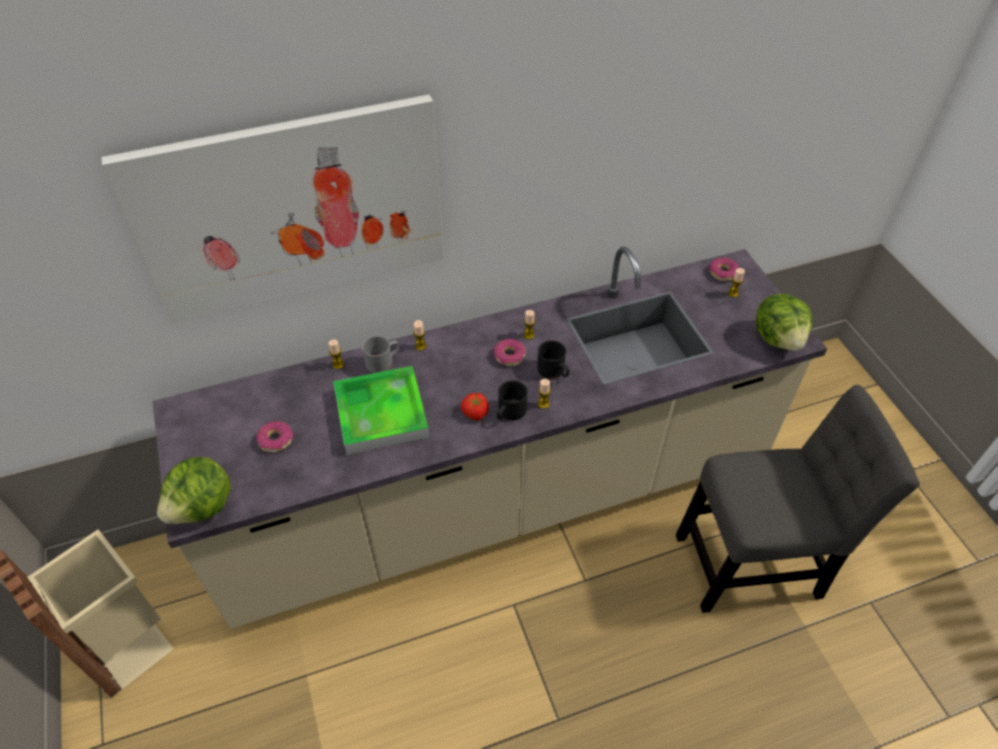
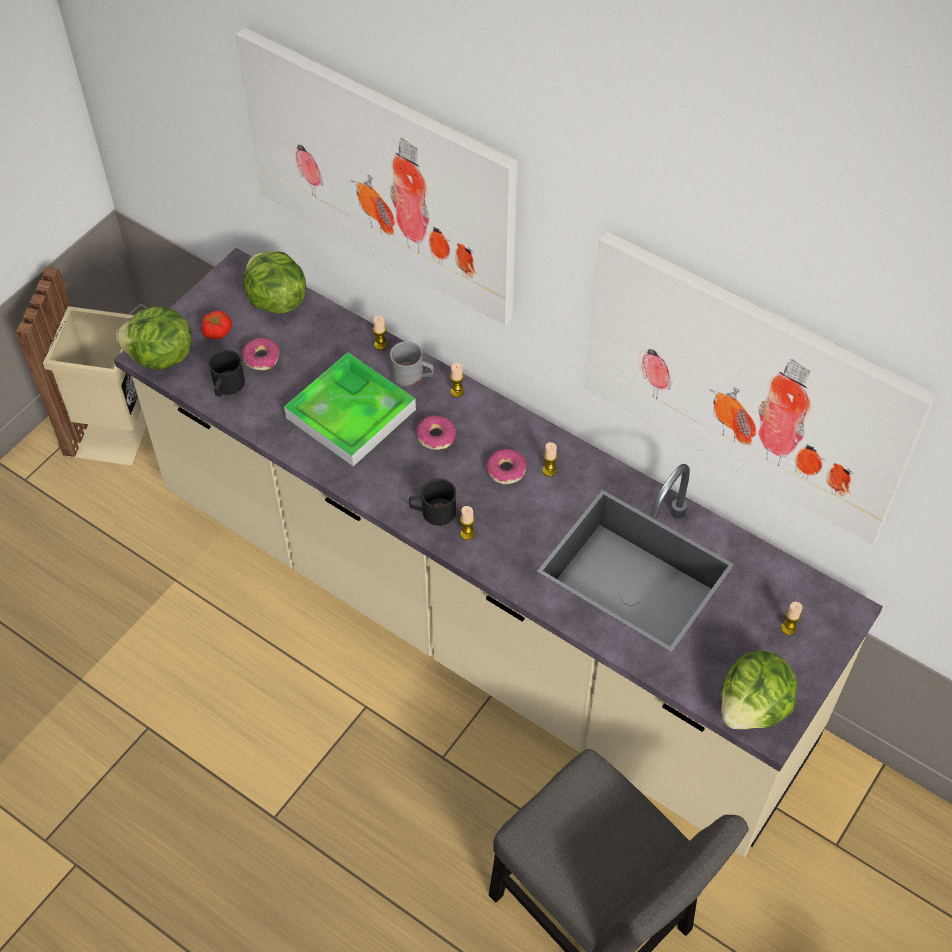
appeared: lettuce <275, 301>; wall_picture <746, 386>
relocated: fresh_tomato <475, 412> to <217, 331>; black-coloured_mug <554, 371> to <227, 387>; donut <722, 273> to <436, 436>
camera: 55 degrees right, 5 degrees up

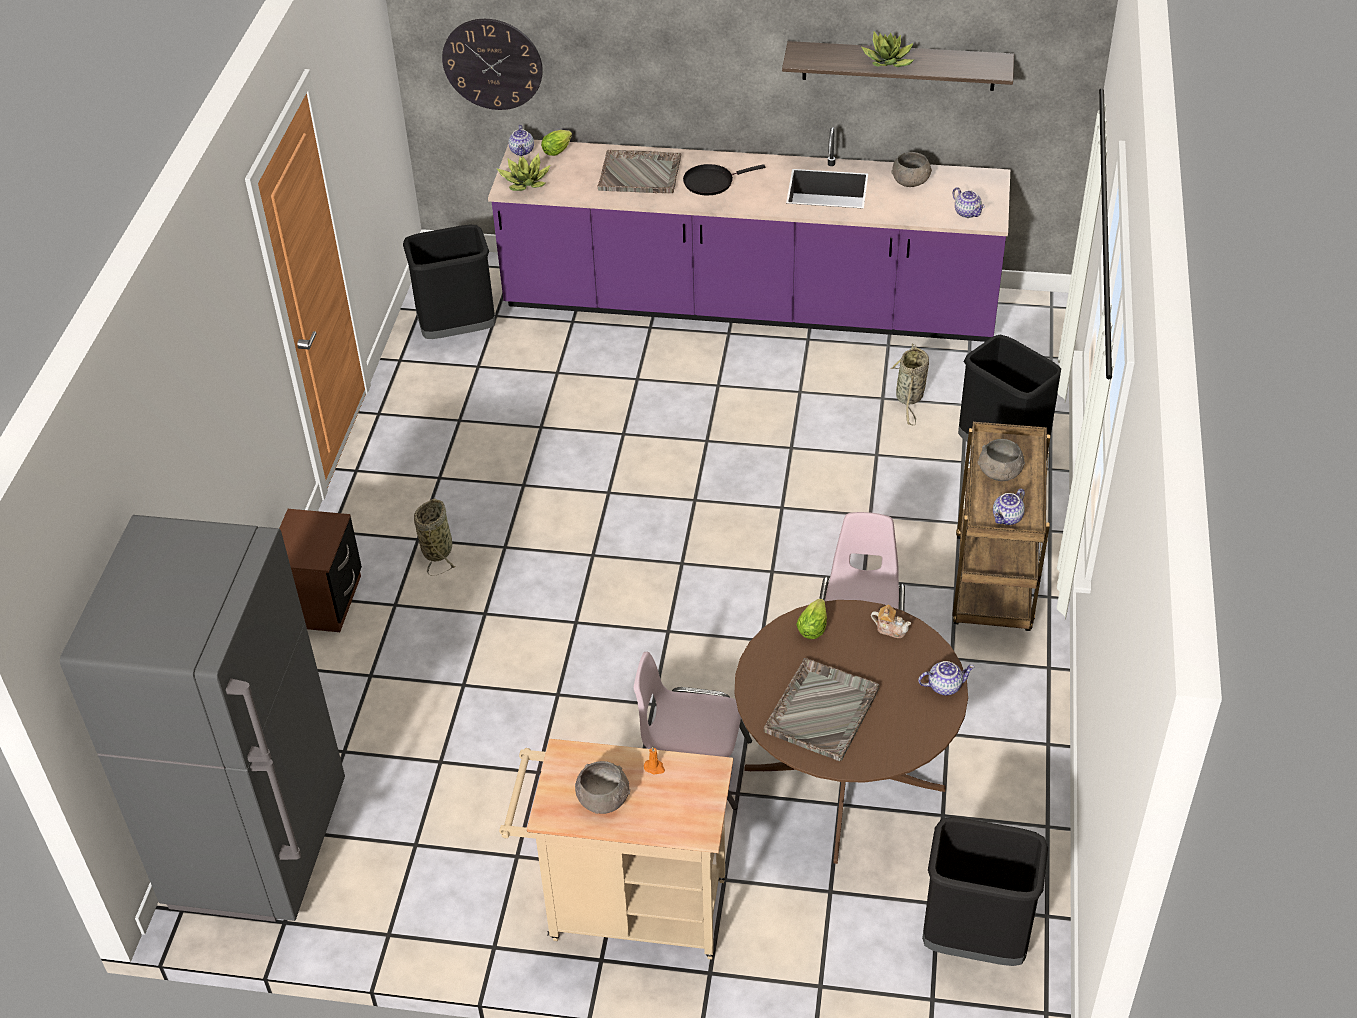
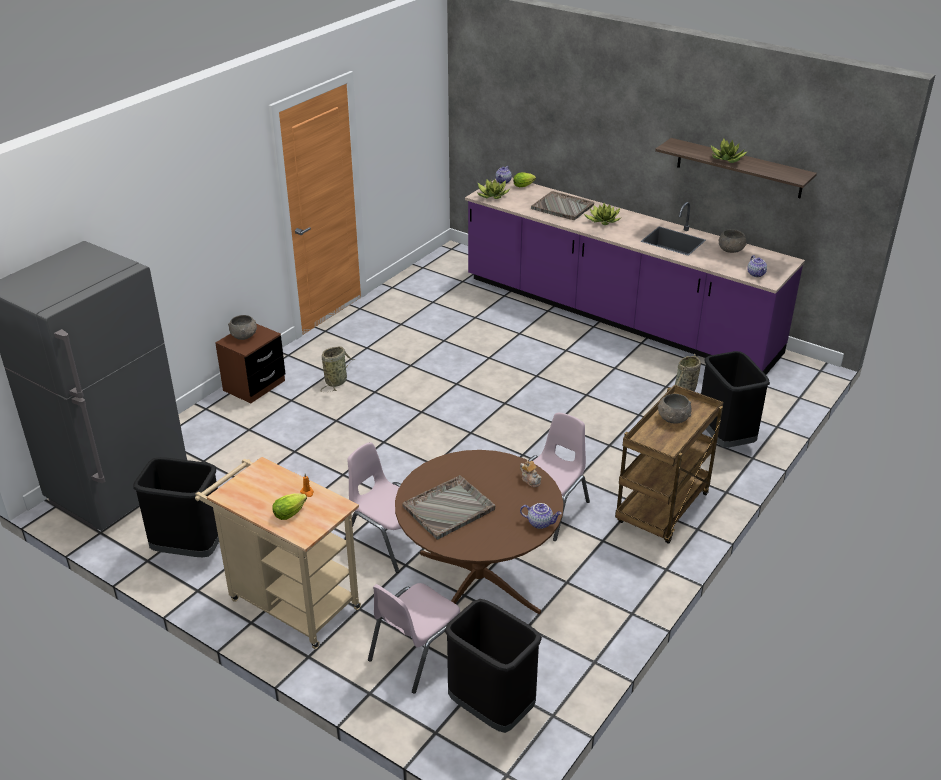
missing: wall_clock <492, 64>; teapot <1007, 518>
appeared: pinkish_chair <418, 653>
relocated: black-coloured_rubbish_bin <457, 331> to <189, 549>; grey_deep_dish <603, 799> to <244, 335>; lettuce <813, 626> to <291, 513>
exchanged: black-coloured_pan <711, 182> to houseplant <602, 220>
camera: 25 degrees right, 10 degrees down

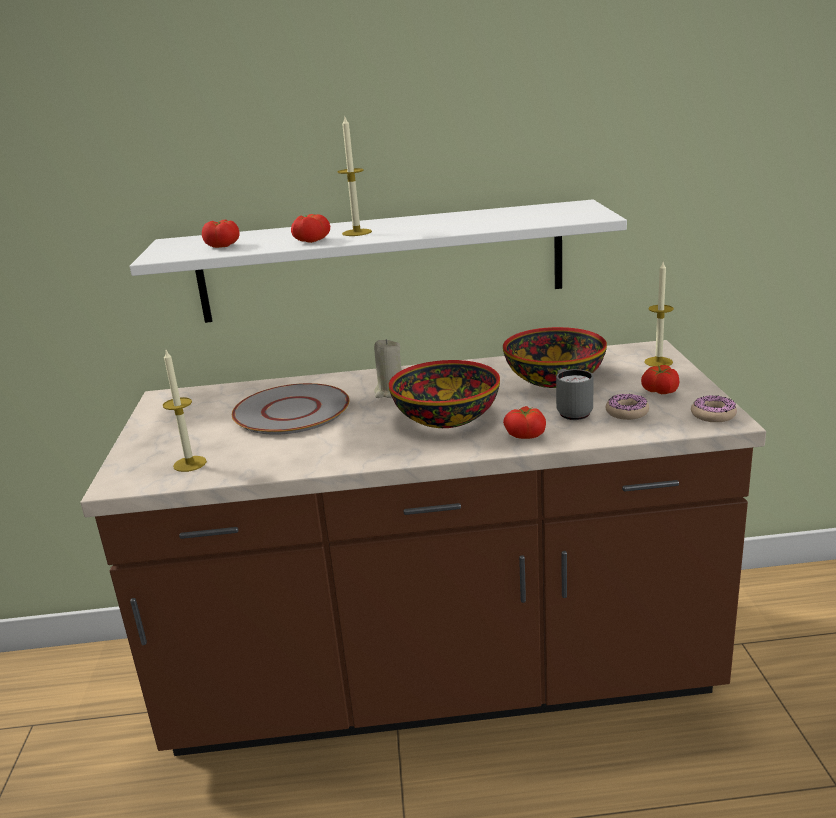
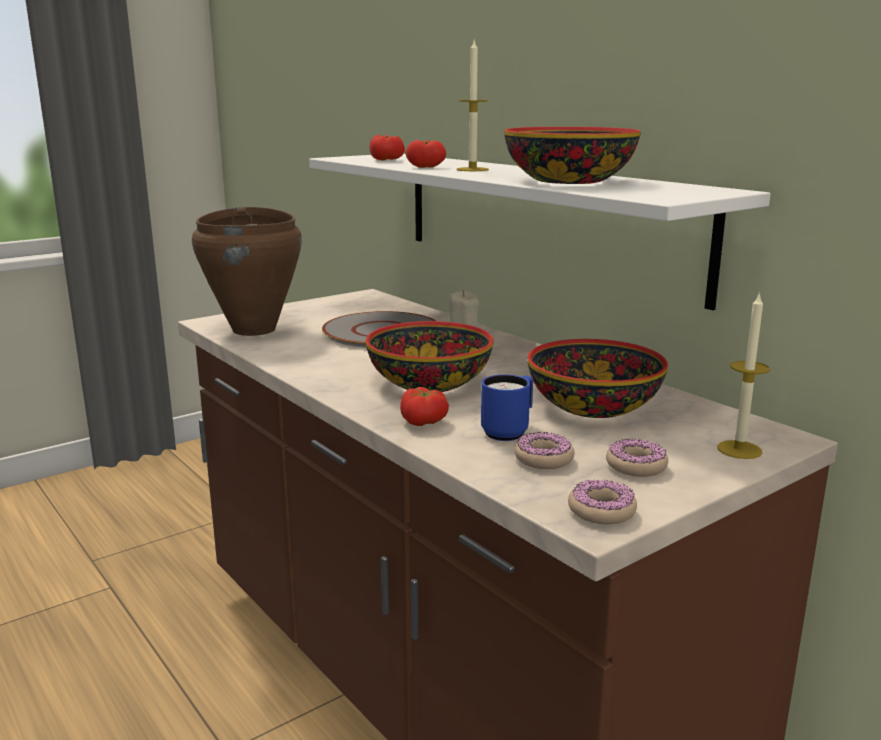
appeared: deep_dish <570, 181>
exchanged: wax_candle <190, 464> to brown-coloured_saucepot <255, 329>; fresh_tomato <659, 391> to donut <636, 466>
colour: grey_mug <571, 412> to bluish_mug <509, 431>
camera: 55 degrees right, 5 degrees down

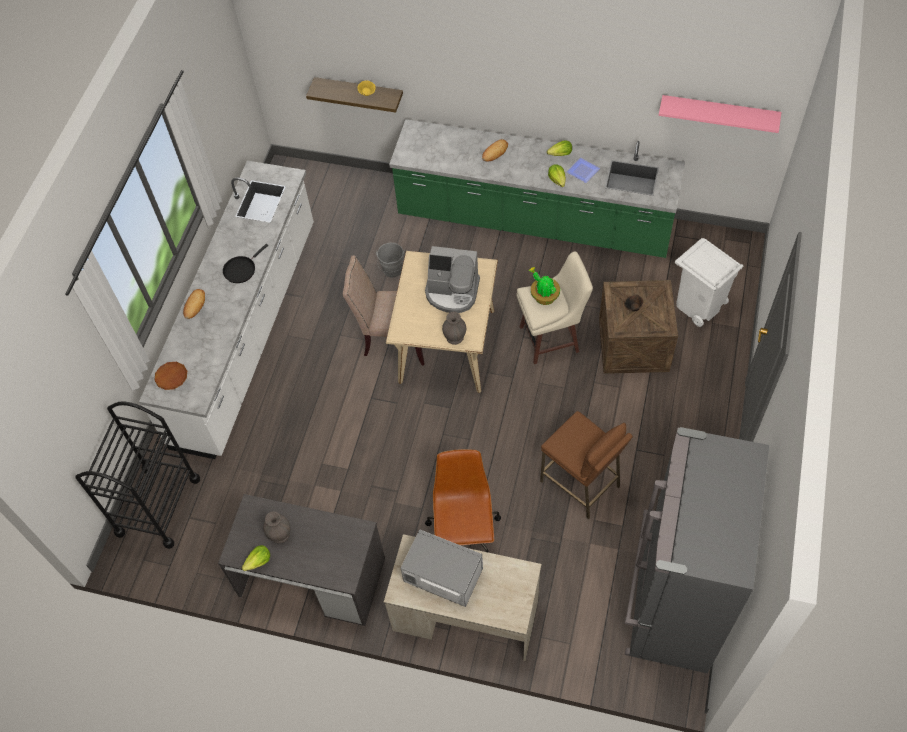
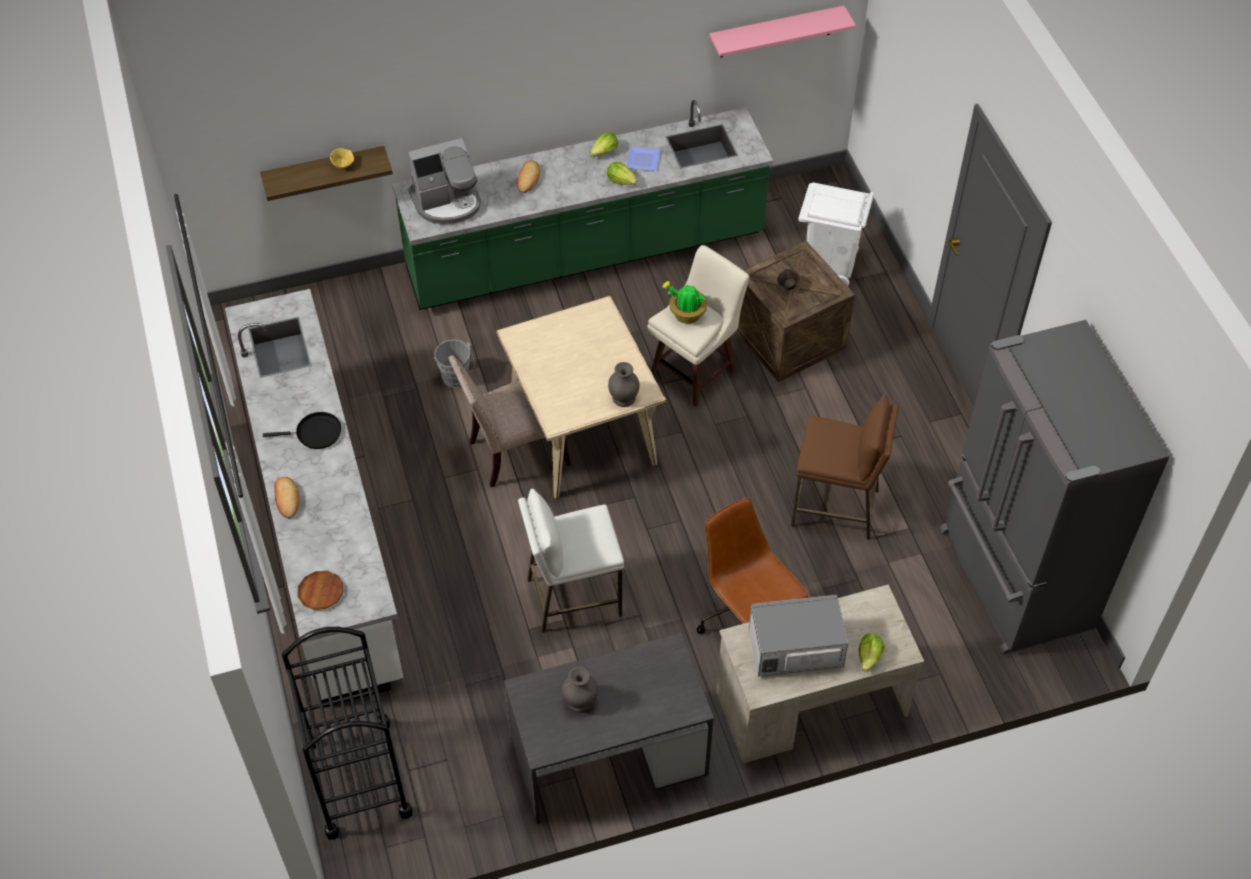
appeared: white_sitting_stool <573, 597>
relocated: coffee_brewer <452, 292> to <447, 202>; lettuce <258, 562> to <869, 657>
spun: black-coloured_pan <241, 269> = <315, 433> 105 degrees counterclockwise
camera: 35 degrees left, 5 degrees down

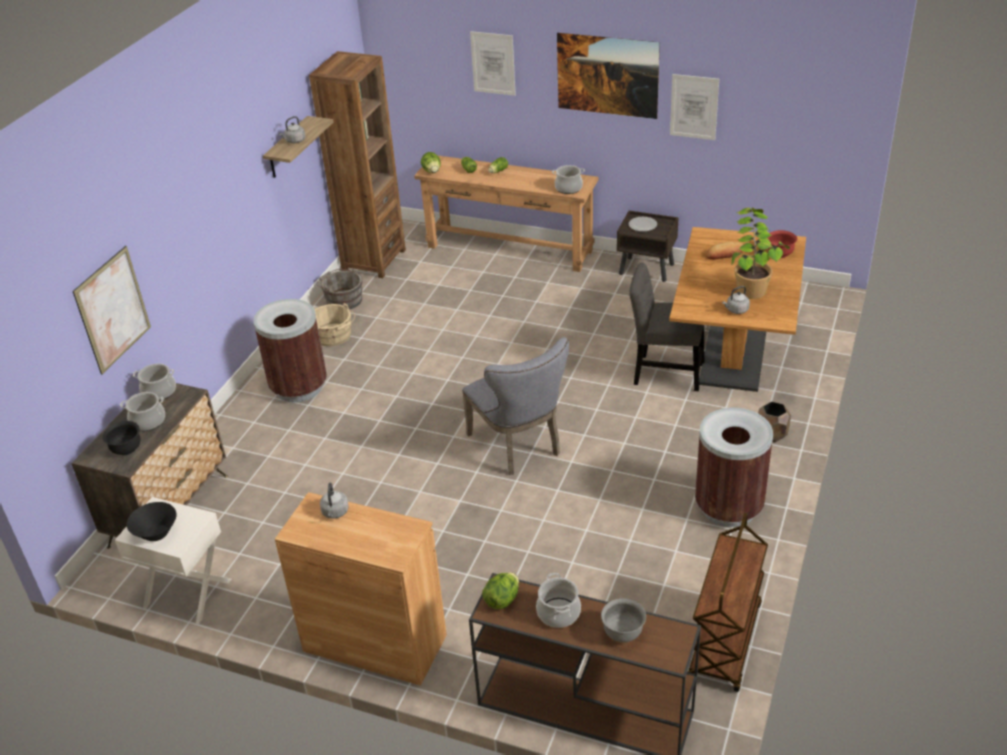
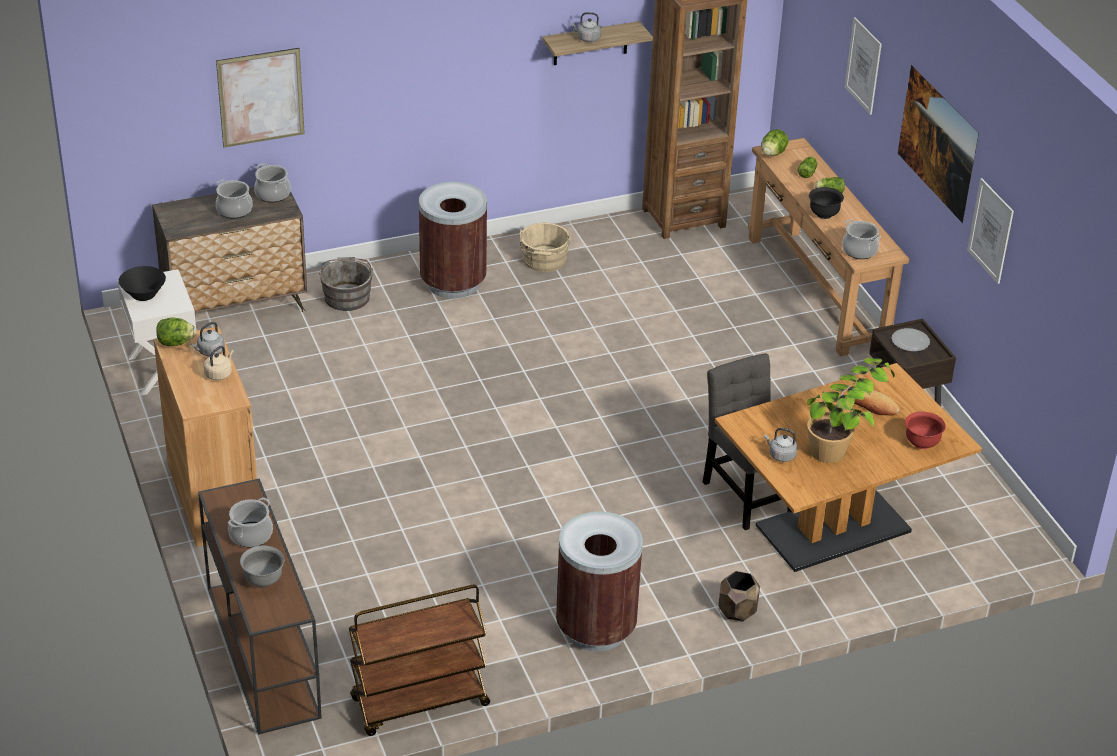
missing: grey_chair <519, 446>
appeared: beige_water_kettle <219, 374>
relocated: lettuce <502, 600> to <175, 343>; grey_bucket <342, 300> to <347, 296>; black-coloured_deep_dish <126, 449> to <823, 214>
camera: 45 degrees right, 0 degrees up

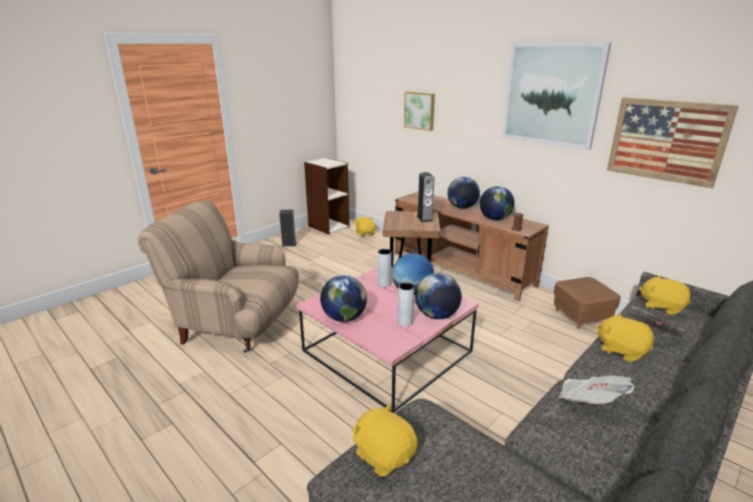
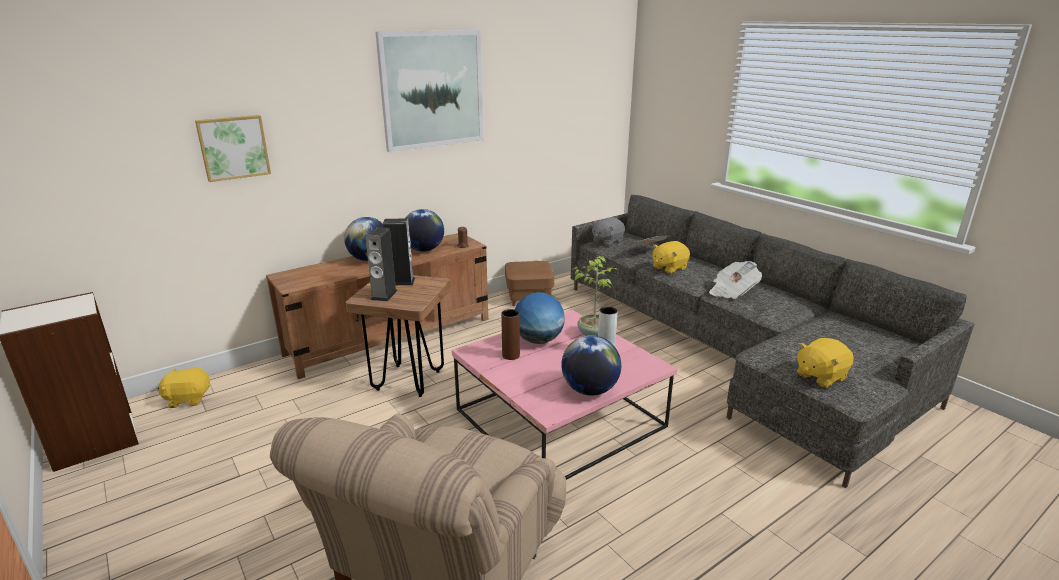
missing: wall_picture <666, 141>
relocated: loudspeaker <289, 244> to <384, 295>
exchanged: desk_globe <437, 315> to houseplant <593, 333>
colour: grey_vase <384, 284> to brown-coloured_vase <511, 355>; yellowish_soft_toy <661, 306> to grey_soft_toy <607, 242>
camera: 80 degrees left, 0 degrees up

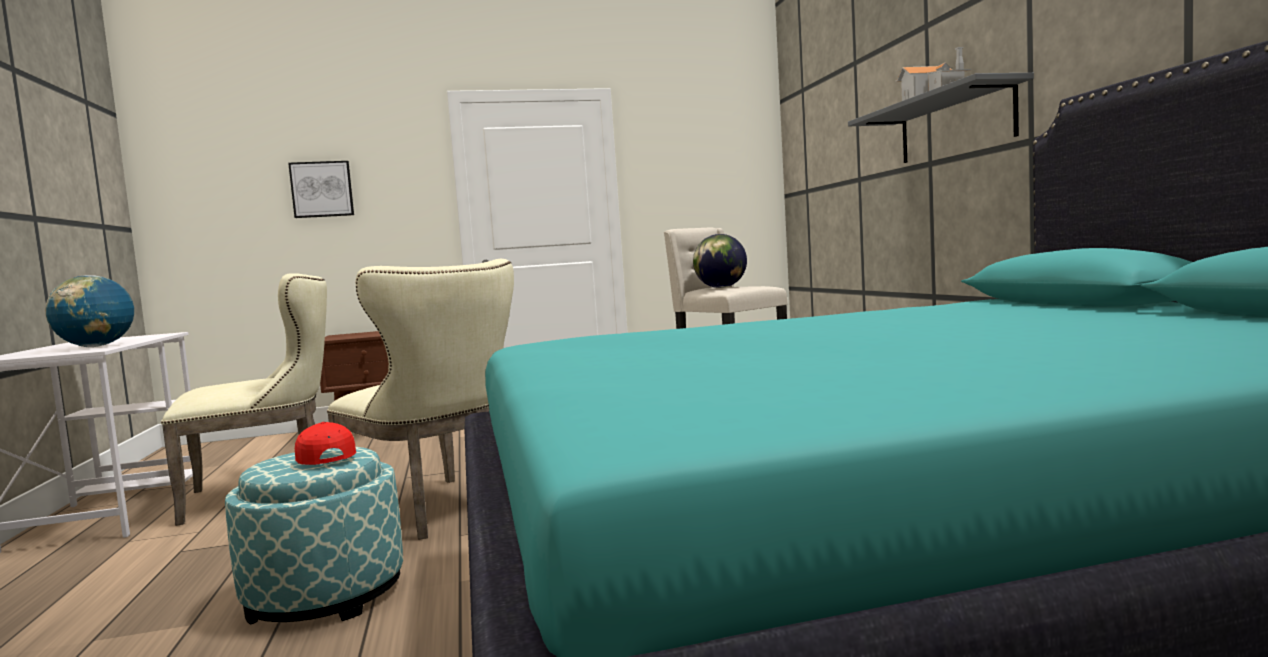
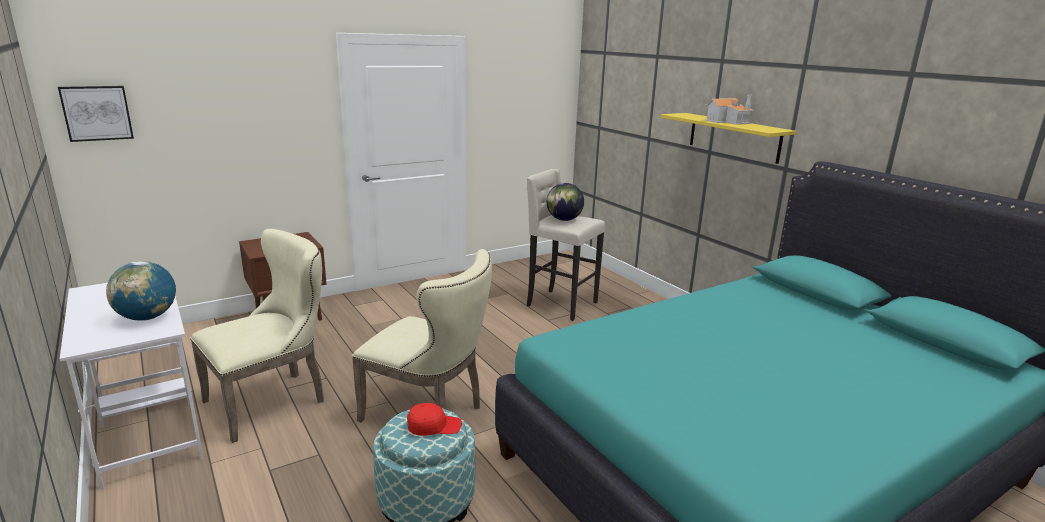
relocated: wall_picture <322, 189> to <97, 113>
colour: grey_shelf <954, 125> to yellowish_shelf <733, 137>
spun: red-coloured_peaked_cap <323, 458> = <434, 426> 135 degrees clockwise
camera: 20 degrees left, 15 degrees up

